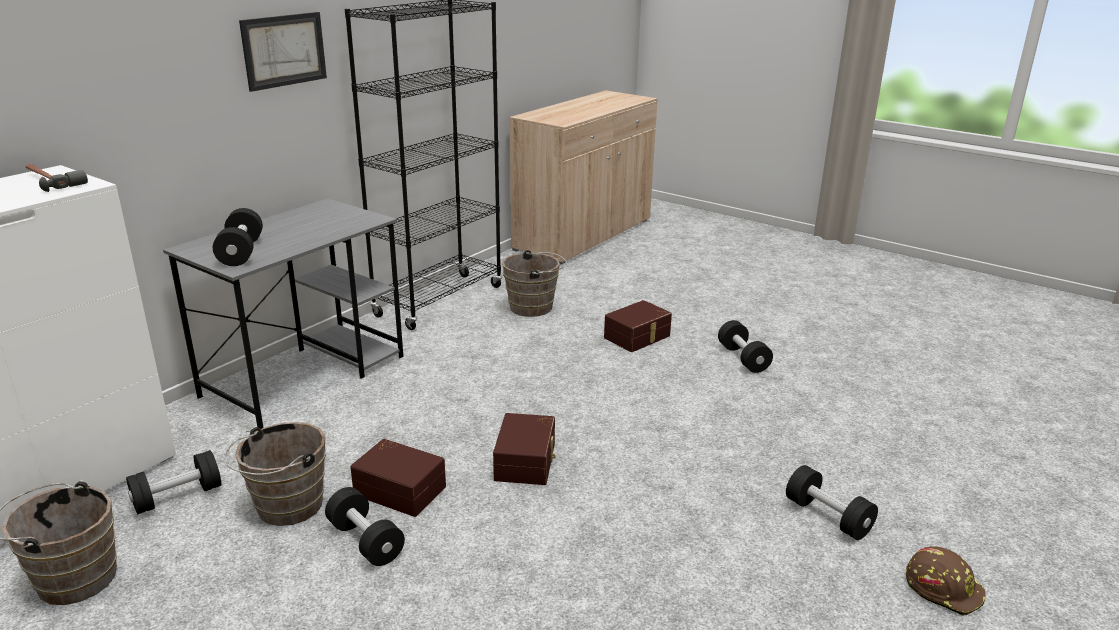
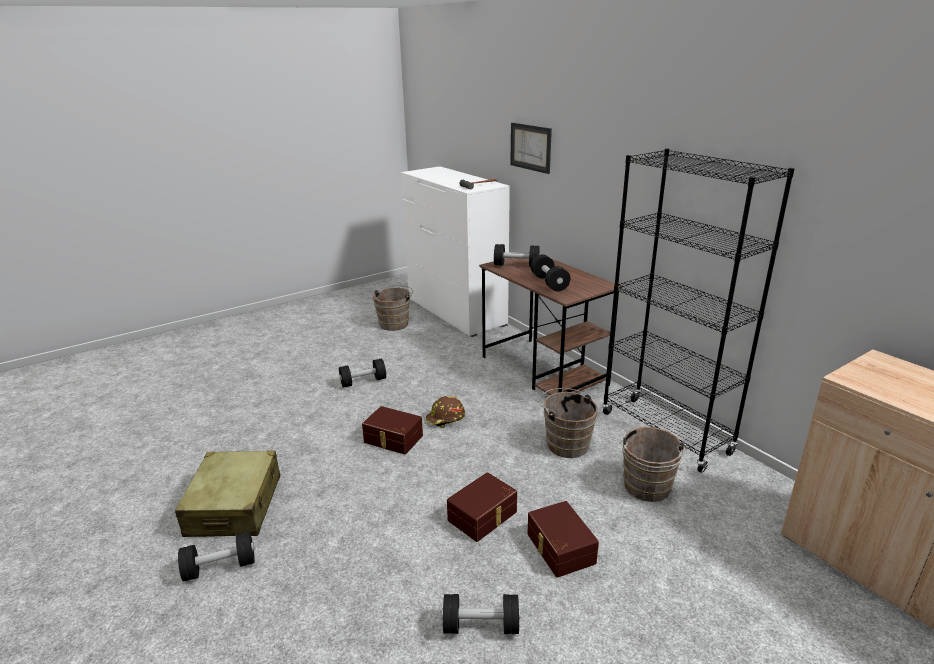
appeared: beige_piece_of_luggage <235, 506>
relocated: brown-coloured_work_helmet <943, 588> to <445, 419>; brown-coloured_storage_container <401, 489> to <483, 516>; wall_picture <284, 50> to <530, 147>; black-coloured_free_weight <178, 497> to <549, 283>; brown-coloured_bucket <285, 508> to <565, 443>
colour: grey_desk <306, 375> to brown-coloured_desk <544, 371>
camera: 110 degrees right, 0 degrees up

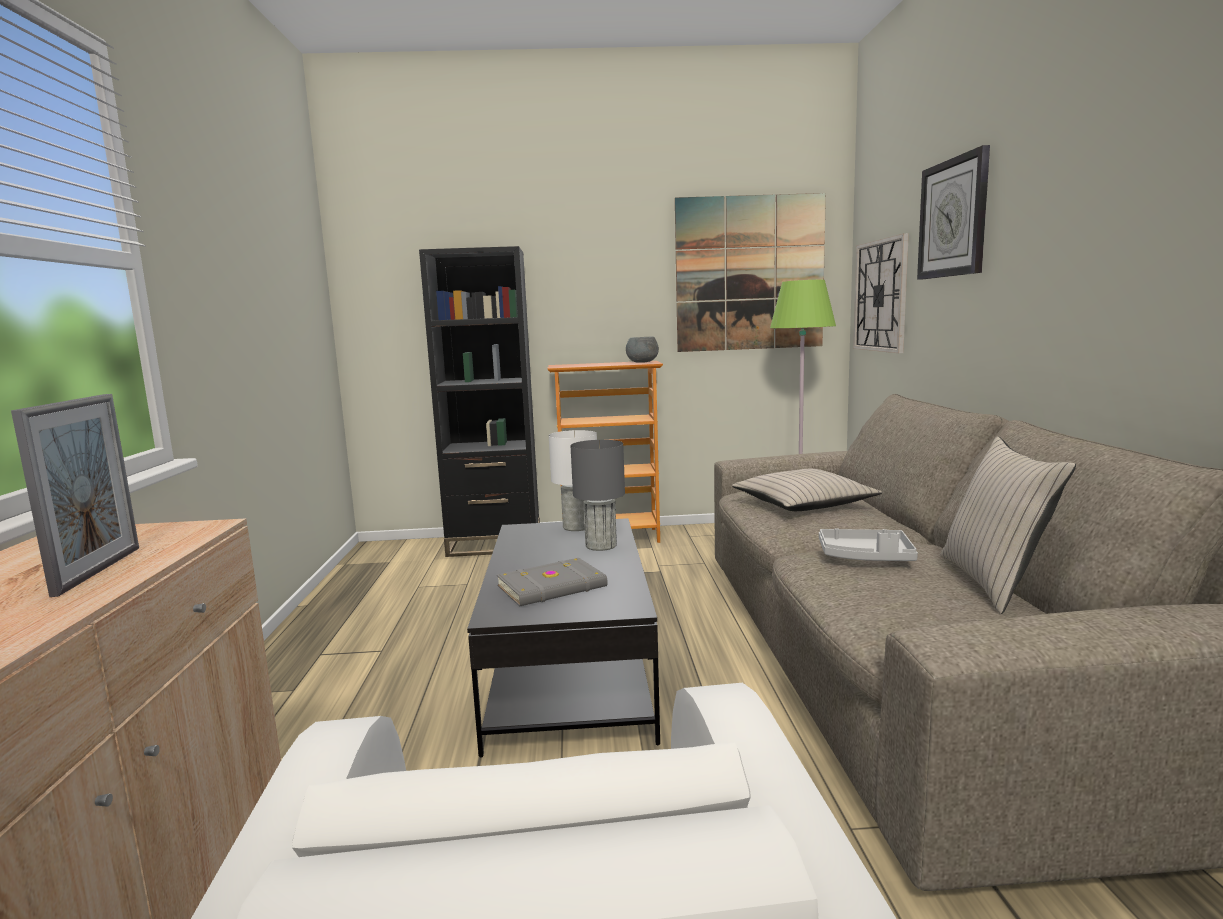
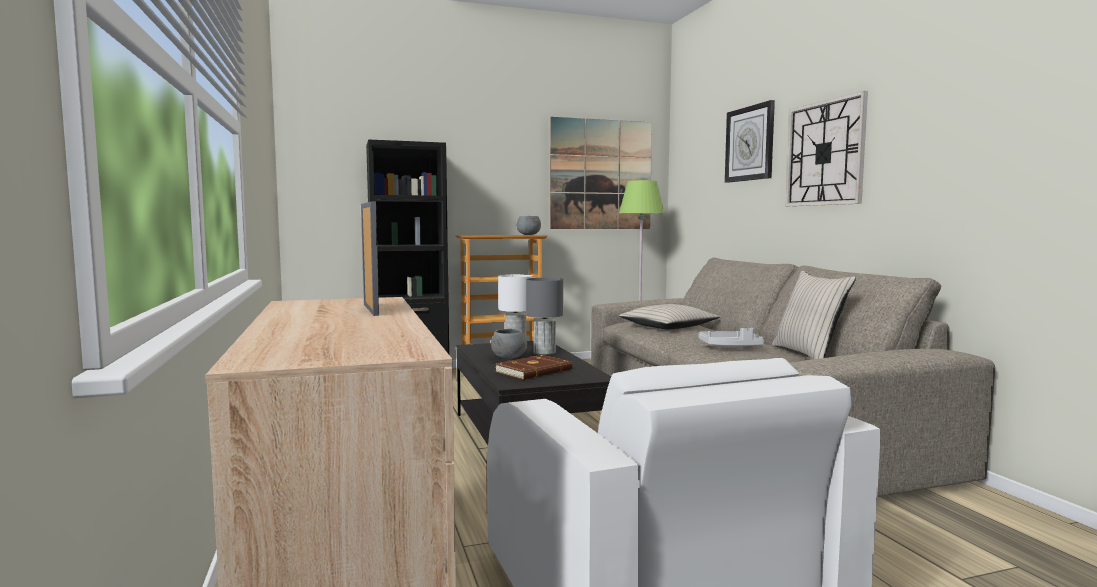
appeared: grey_deep_dish <508, 358>
relocated: wall_clock <880, 296> to <825, 153>
colour: grey_volume <553, 587> to brown-coloured_volume <535, 371>
camera: 15 degrees left, 5 degrees down

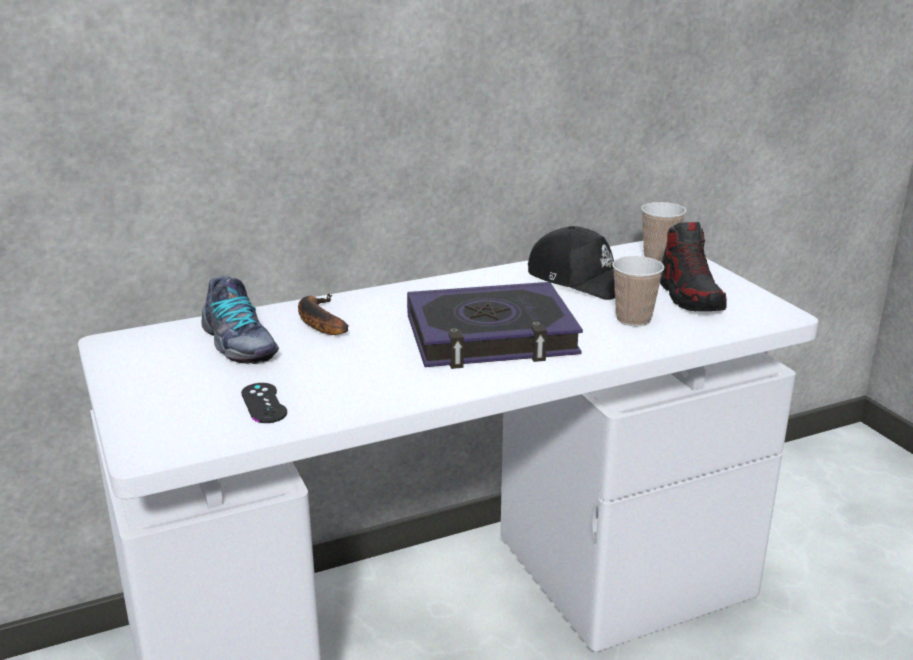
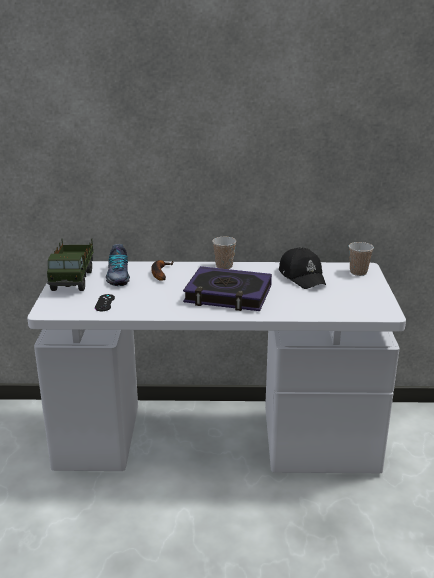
missing: shoe <689, 296>
appeared: model_truck <73, 280>
relocated: drinking_cup <633, 319> to <224, 266>
camera: 25 degrees right, 0 degrees up

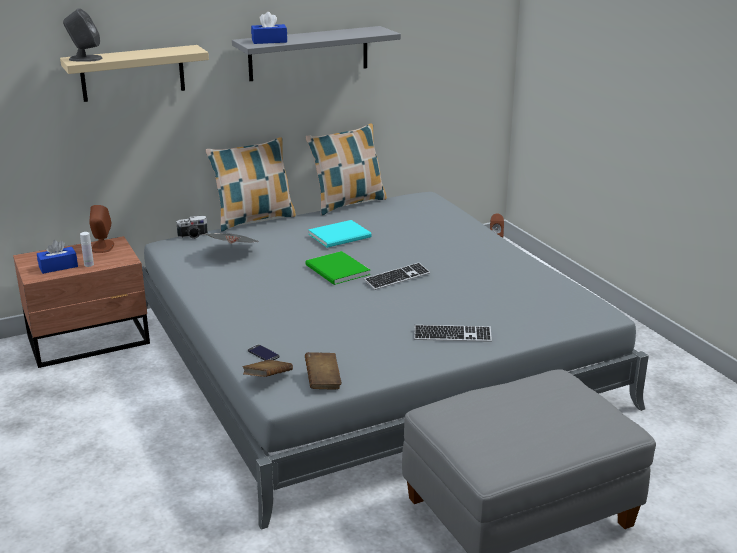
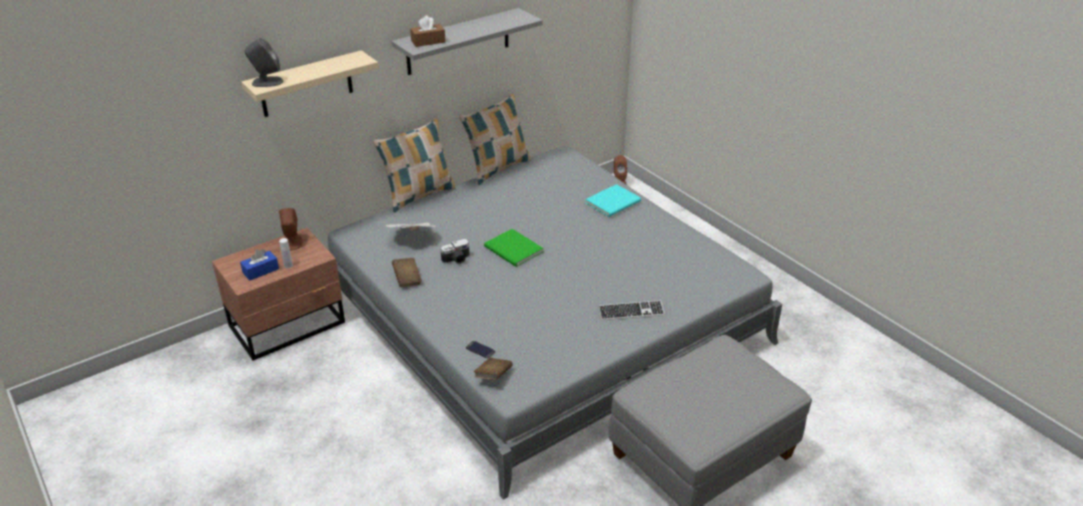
missing: PC_keyboard <397, 278>
relocated: brown-coloured_volume <323, 381> to <407, 279>; photo_camera <193, 236> to <457, 259>; blue-green_volume <341, 236> to <614, 202>
colour: bluish_box_of_tissues <269, 41> to brown-coloured_box_of_tissues <428, 41>
camera: 10 degrees left, 10 degrees up

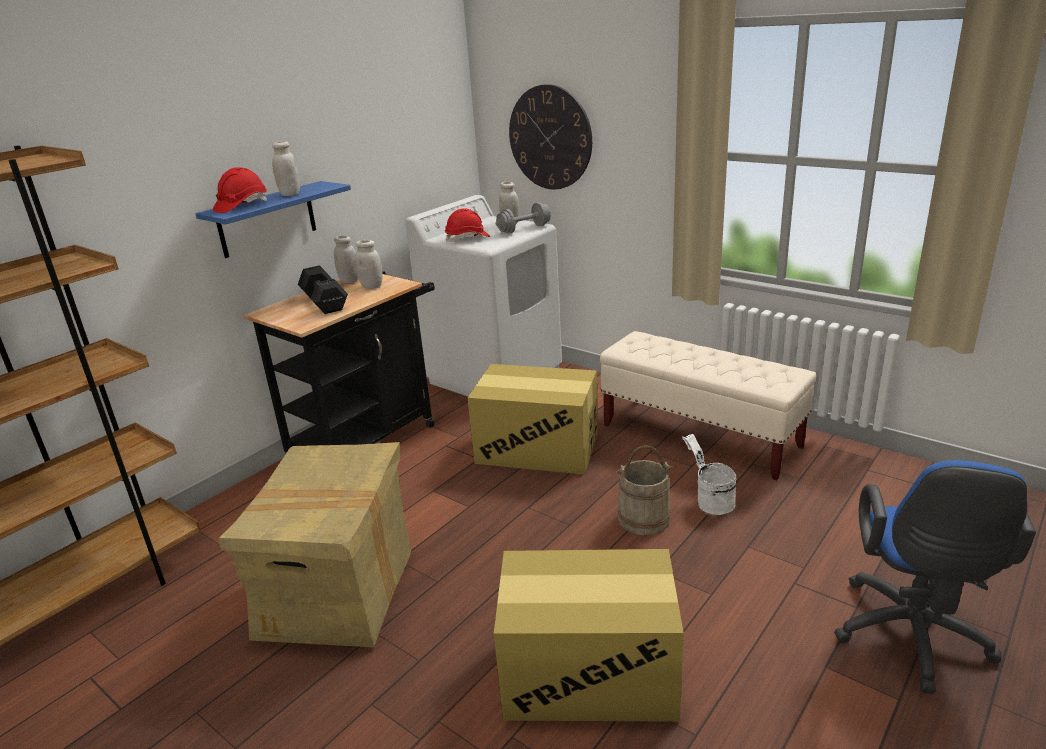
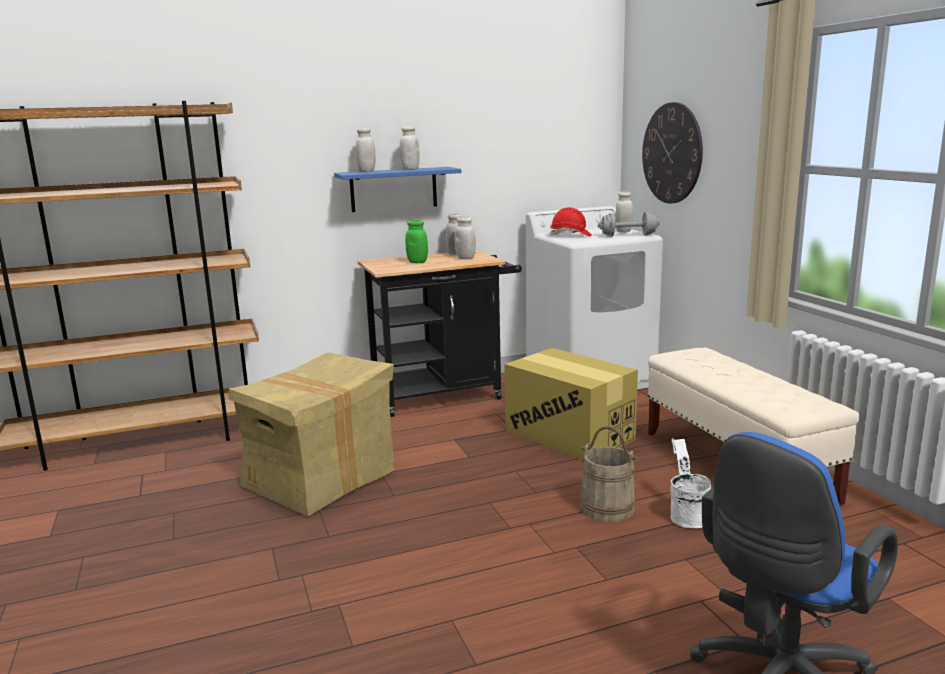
missing: cardboard_box <588, 673>
exchanged: red-coloured_work_helmet <241, 206> to white_jar <366, 171>; black-coloured_free_weight <324, 303> to green_jar <417, 262>
camera: 30 degrees right, 10 degrees down

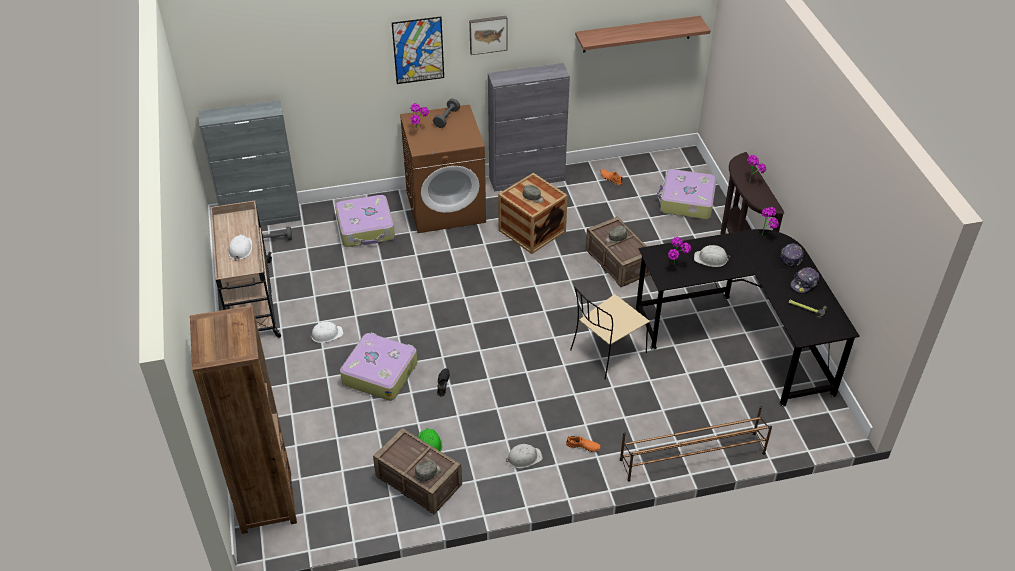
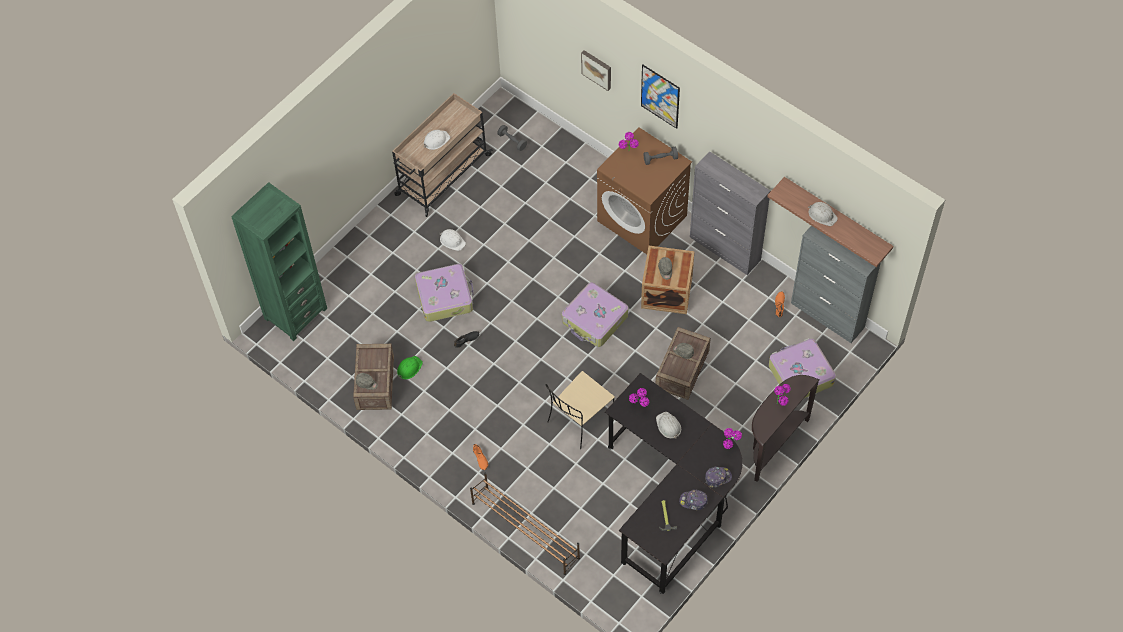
relocated: piece_of_luggage <366, 228> to <594, 320>; wall_picture <488, 34> to <597, 69>; grey_cabinet <262, 218> to <827, 315>; white_work_helmet <524, 458> to <822, 215>
colour: brown-coloured_bookshelf <266, 502> to green_bookshelf <295, 313>
spun: beige_chair <606, 352> = <580, 420> 60 degrees counterclockwise
camera: 55 degrees right, 15 degrees up

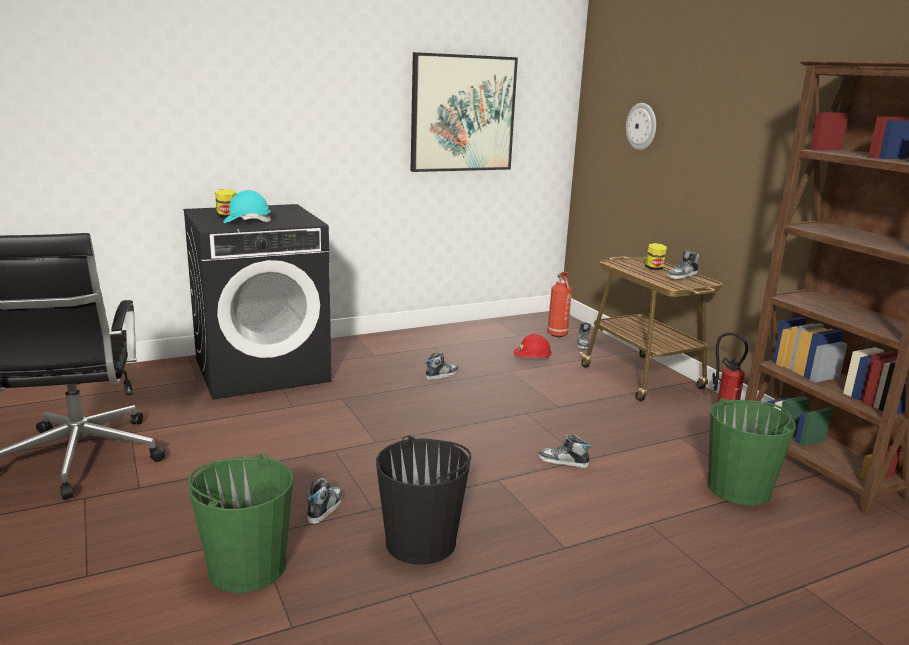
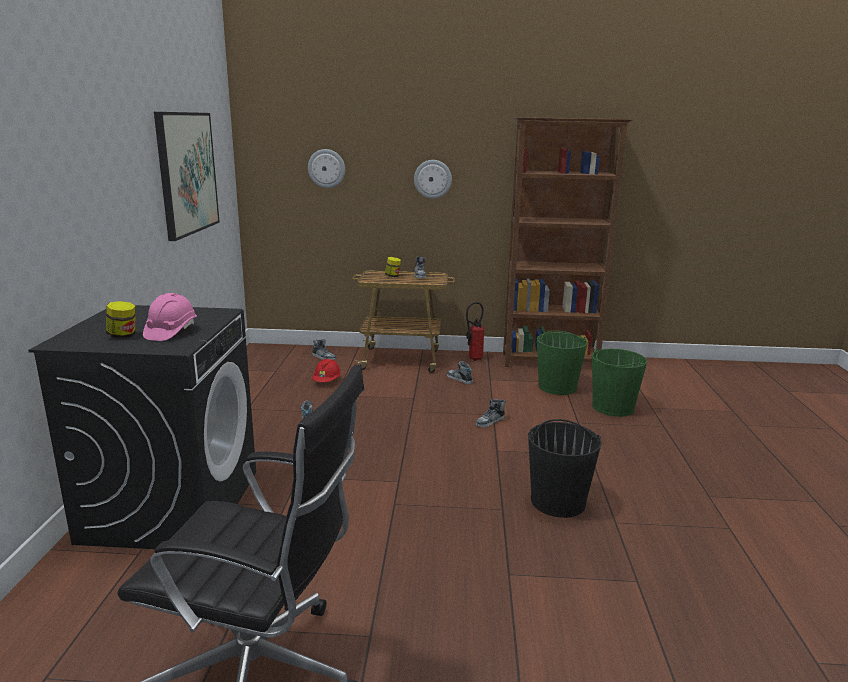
missing: fire_extinguisher <558, 335>
appeared: wall_clock <433, 179>
relocated: shoe <325, 508> to <459, 379>; green_bucket <246, 567> to <612, 407>
colour: blue-green_work_helmet <247, 221> to pinkish_work_helmet <171, 332>
camera: 60 degrees left, 0 degrees up

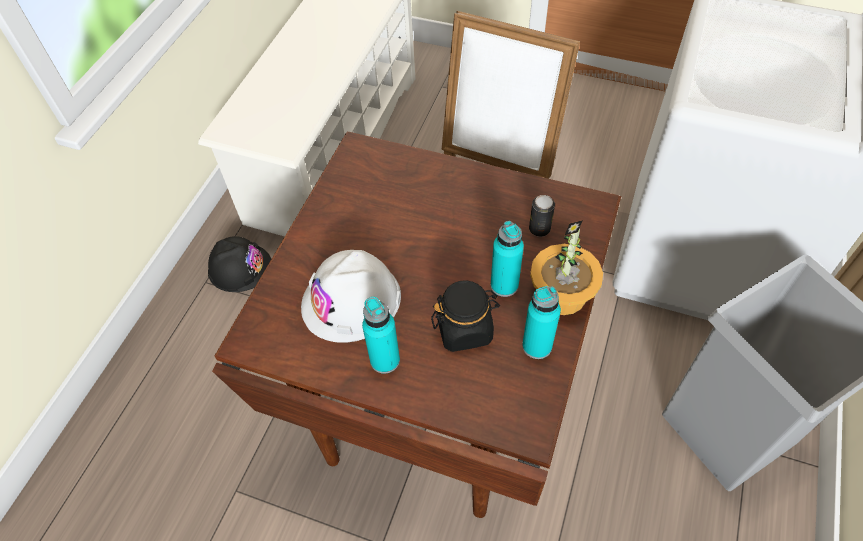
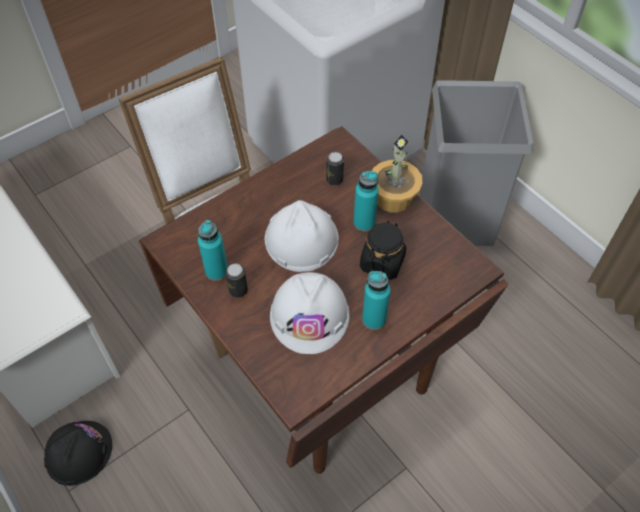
appeared: can <238, 290>; white_work_helmet <301, 239>
relocated: blue-green_beverage_bottle <537, 346> to <216, 271>
camera: 60 degrees left, 0 degrees up

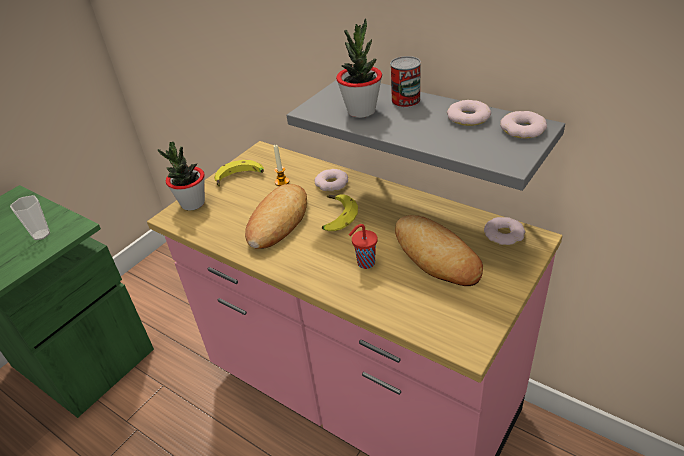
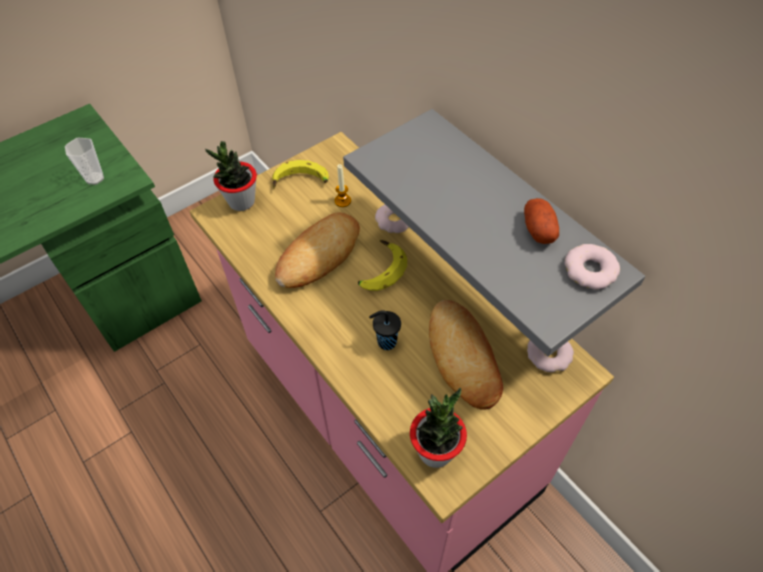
missing: can <405, 101>
relocated: houseplant <361, 111> to <435, 451>
exchanged: donut <468, 117> to spud <538, 229>
colour: red-coloured_drinking_cup <365, 263> to black-coloured_drinking_cup <385, 342>
camera: 15 degrees right, 15 degrees up

